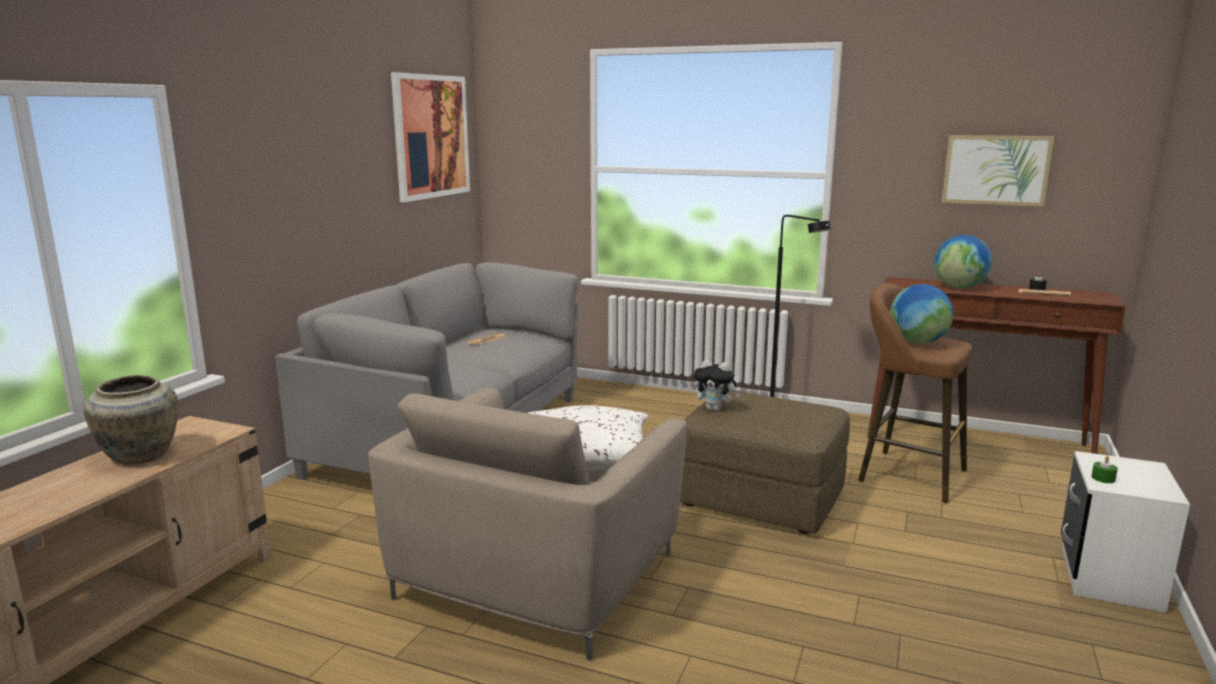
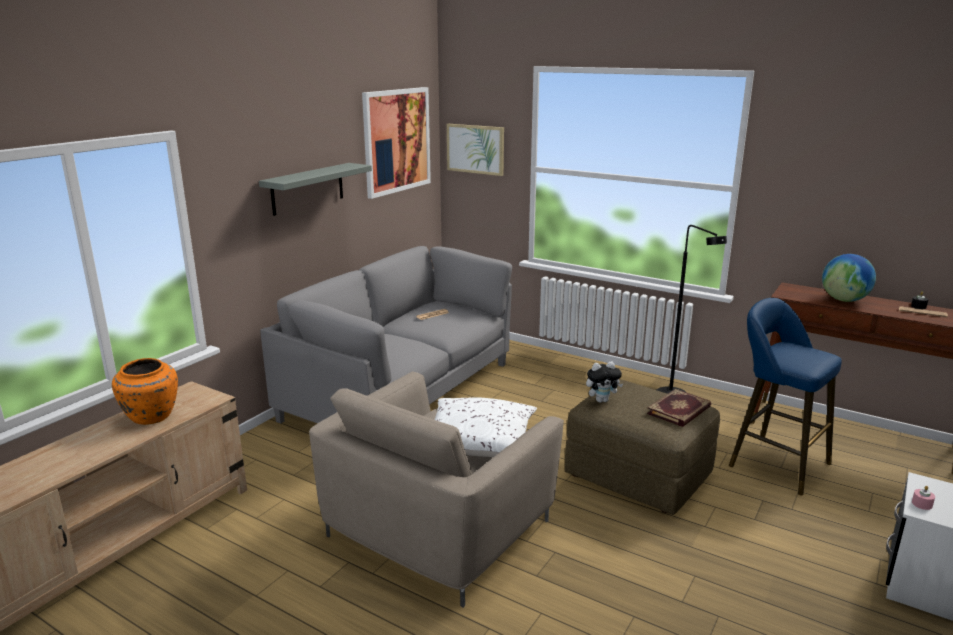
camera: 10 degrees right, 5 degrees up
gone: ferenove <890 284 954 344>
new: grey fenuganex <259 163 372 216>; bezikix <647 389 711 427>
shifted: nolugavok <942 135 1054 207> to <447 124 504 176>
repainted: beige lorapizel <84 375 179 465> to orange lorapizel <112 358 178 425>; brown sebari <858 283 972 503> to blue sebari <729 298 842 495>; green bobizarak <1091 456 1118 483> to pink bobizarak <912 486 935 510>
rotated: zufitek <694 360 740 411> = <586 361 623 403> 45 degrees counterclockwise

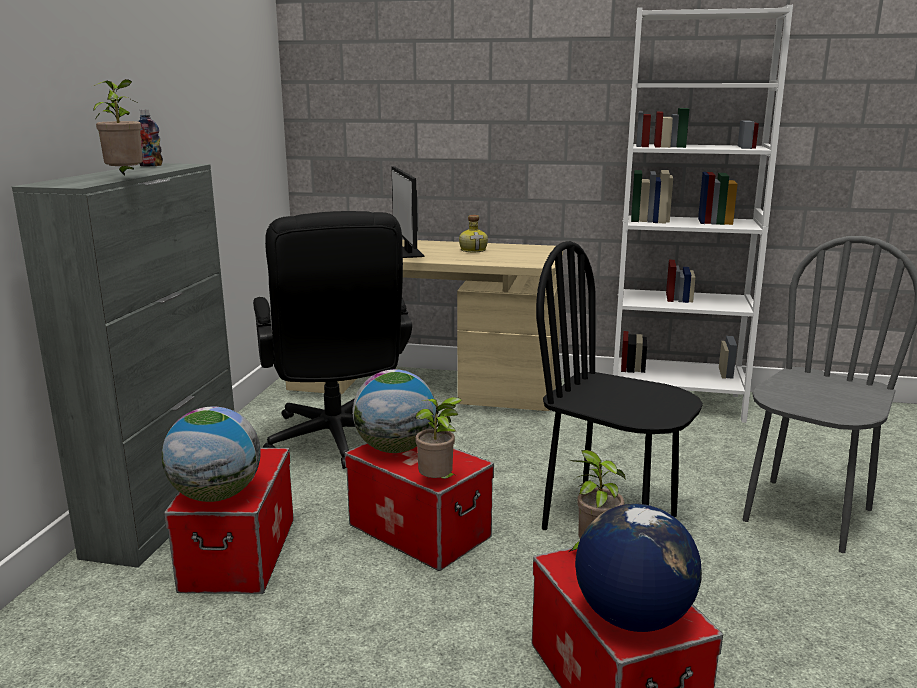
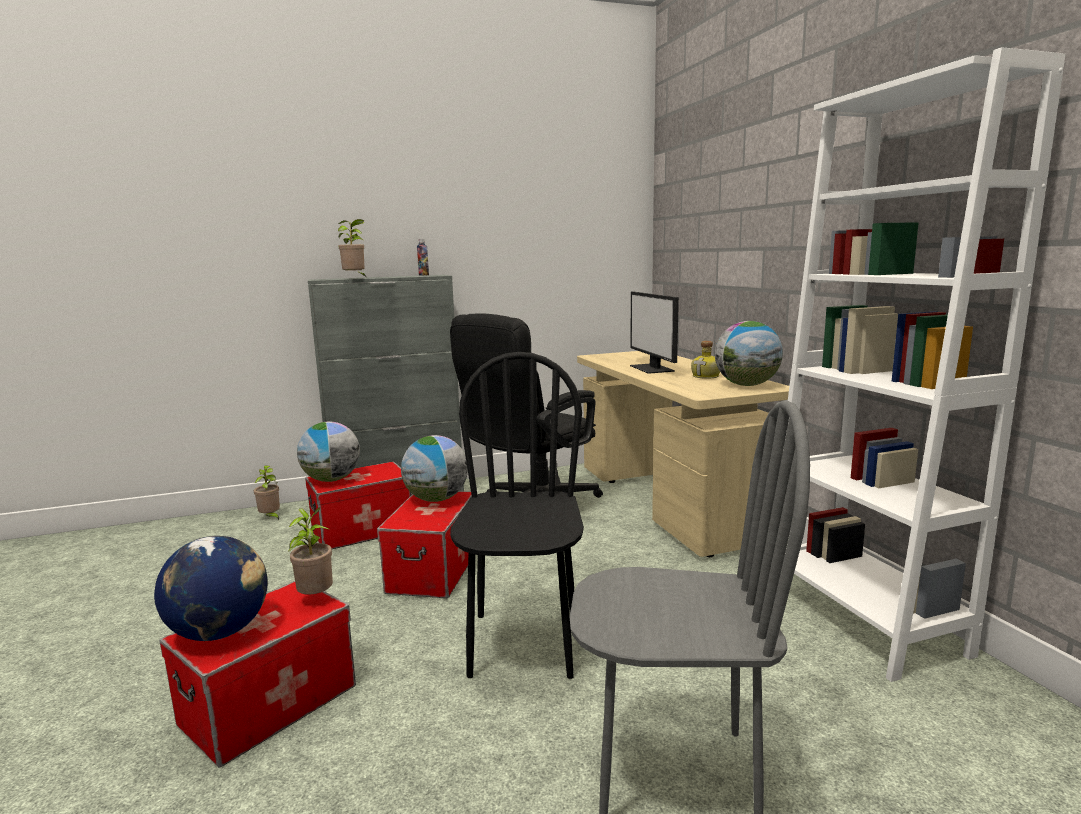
camera: 60 degrees right, 5 degrees down
new: ferenove <715 321 783 386>
shifted: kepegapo <415 397 462 479> to <254 465 280 520>
rotated: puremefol <391 166 424 258> = <630 291 679 374> 60 degrees counterclockwise

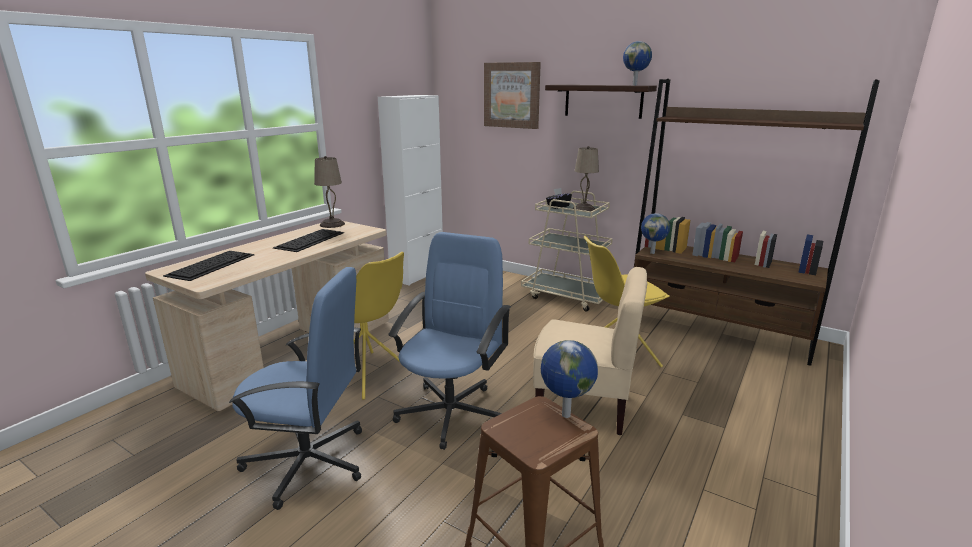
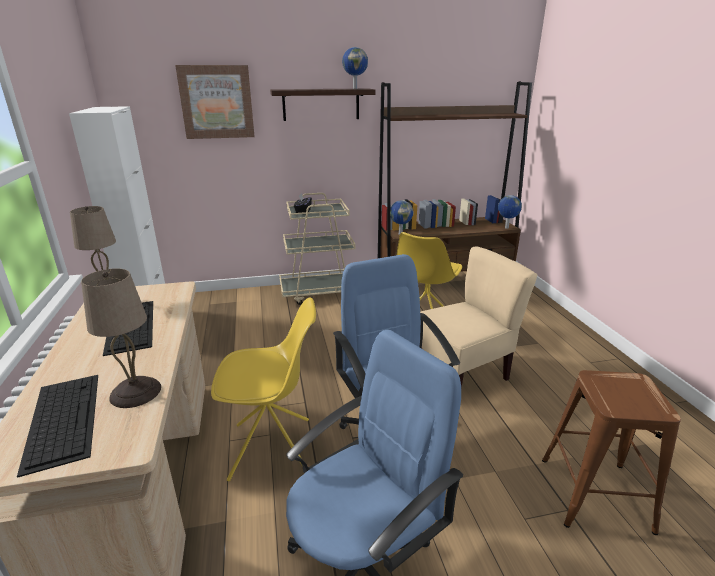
camera: 45 degrees left, 5 degrees up
shifted: ferenove <541 340 598 418> to <498 195 522 229>; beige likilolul <573 146 599 211> to <81 268 161 408>

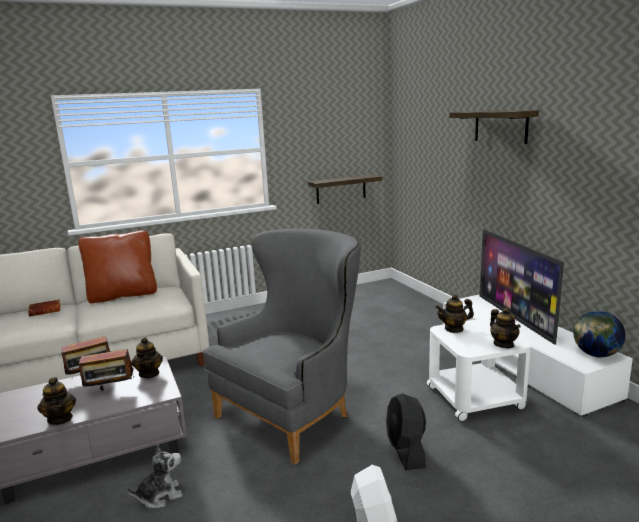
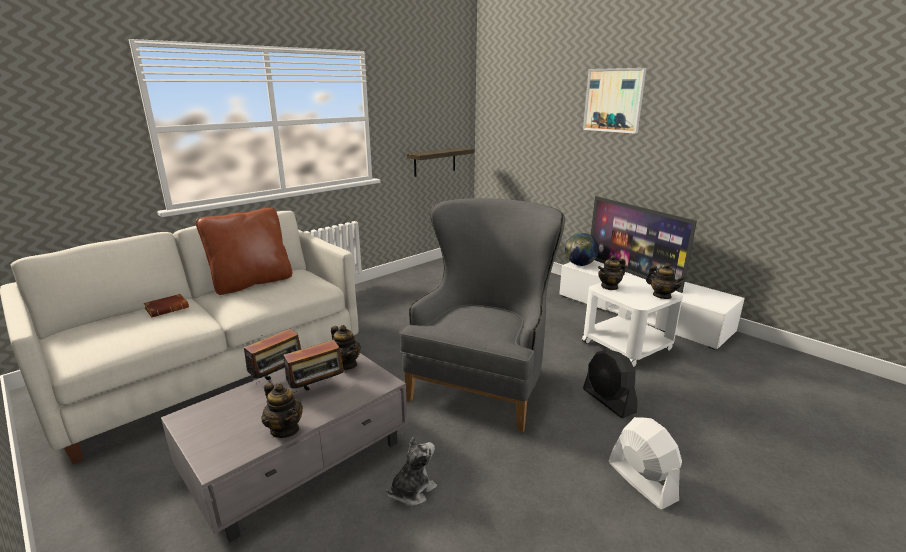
camera: 20 degrees left, 5 degrees up
shifted: ferenove <574 311 626 357> to <565 233 599 266>
swapped: fenuganex <449 110 539 144> to nolugavok <583 68 646 134>

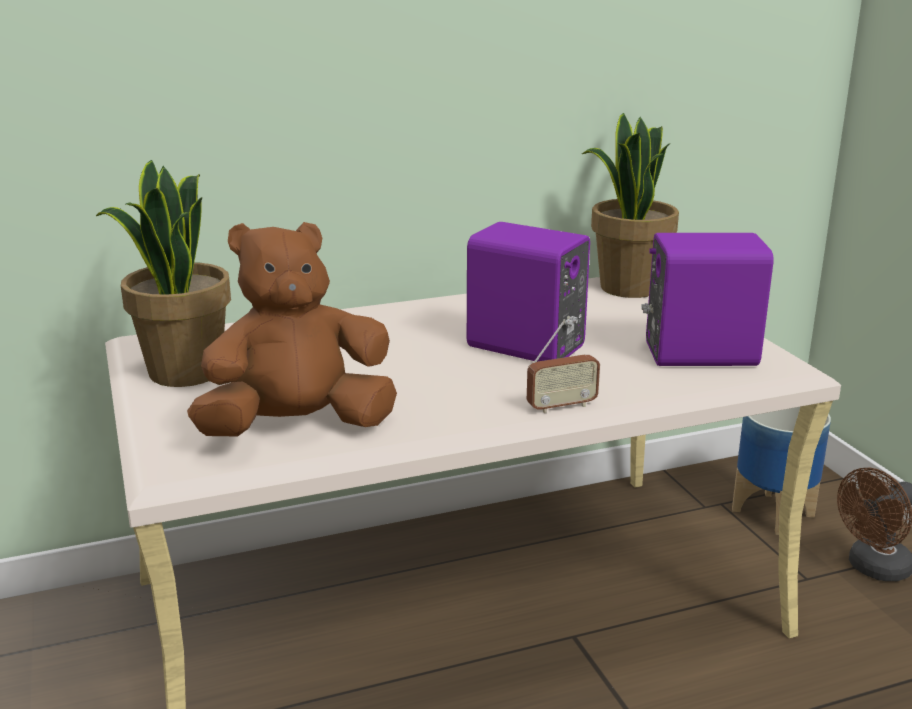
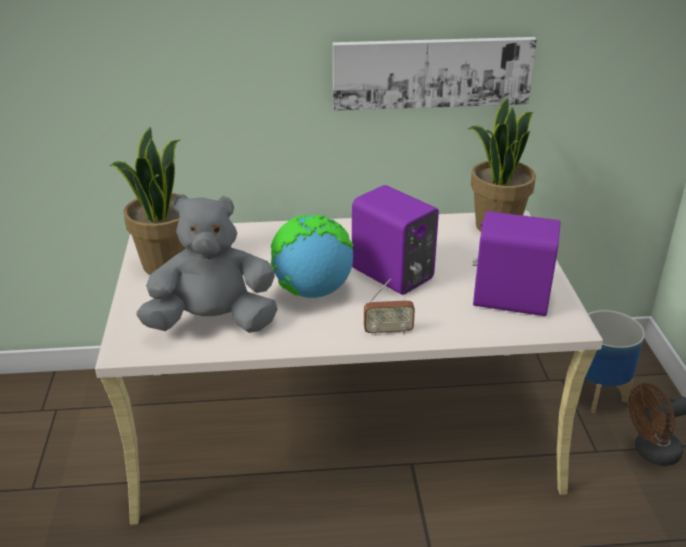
camera: 15 degrees right, 10 degrees up
new: ferenove <271 214 353 298>; nolugavok <333 37 537 111>
repainted: brown zufitek <187 222 397 436> to grey zufitek <136 194 278 333>

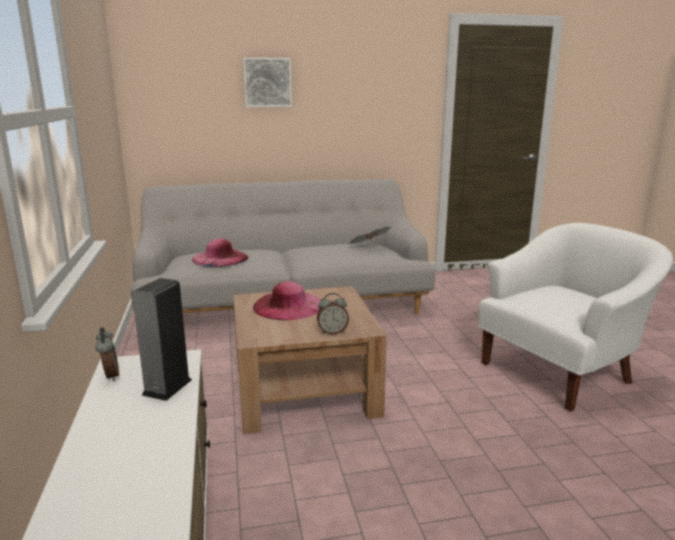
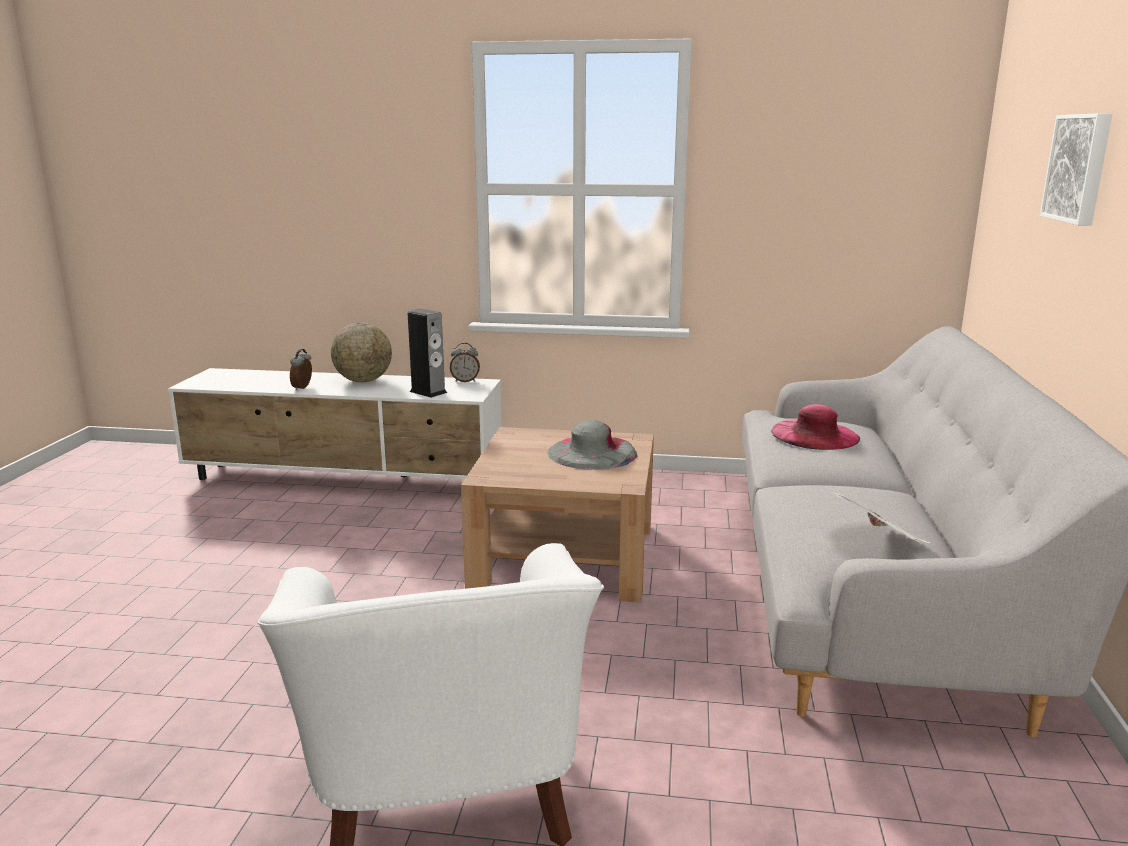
camera: 110 degrees right, 0 degrees up
new: ferenove <331 323 392 382>
shifted: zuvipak <317 293 349 335> to <290 349 312 391>
repainted: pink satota <253 281 321 320> to grey satota <547 420 637 469>

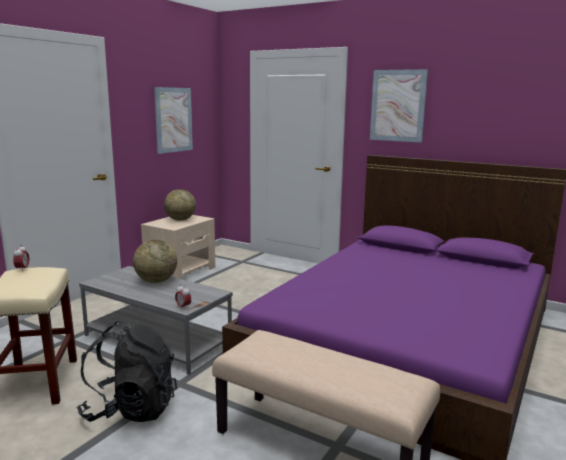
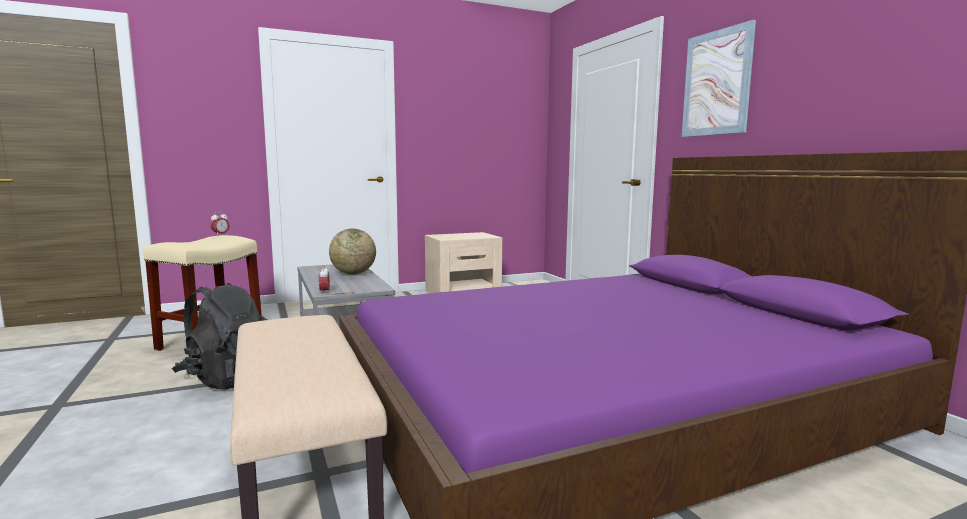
camera: 35 degrees right, 5 degrees down
gone: nolugavok <154 87 193 154>; ferenove <164 189 196 221>

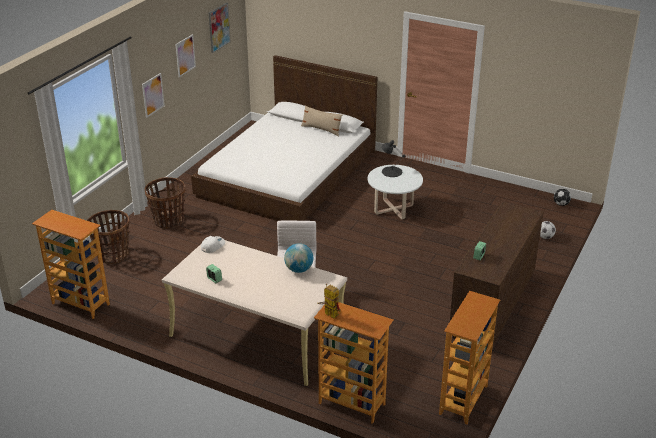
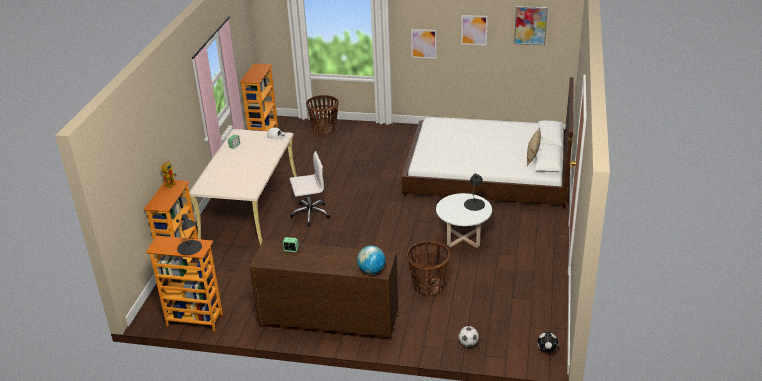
camera: 75 degrees right, 0 degrees up
new: black likilolul <176 214 202 255>
shifted: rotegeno <144 177 186 229> to <407 241 450 296>; ferenove <284 243 313 273> to <357 246 385 274>

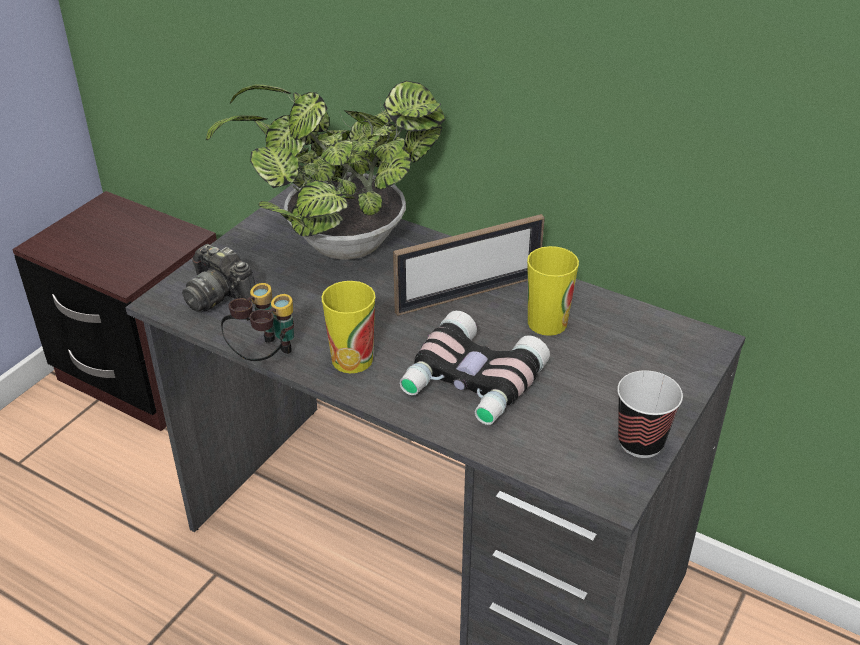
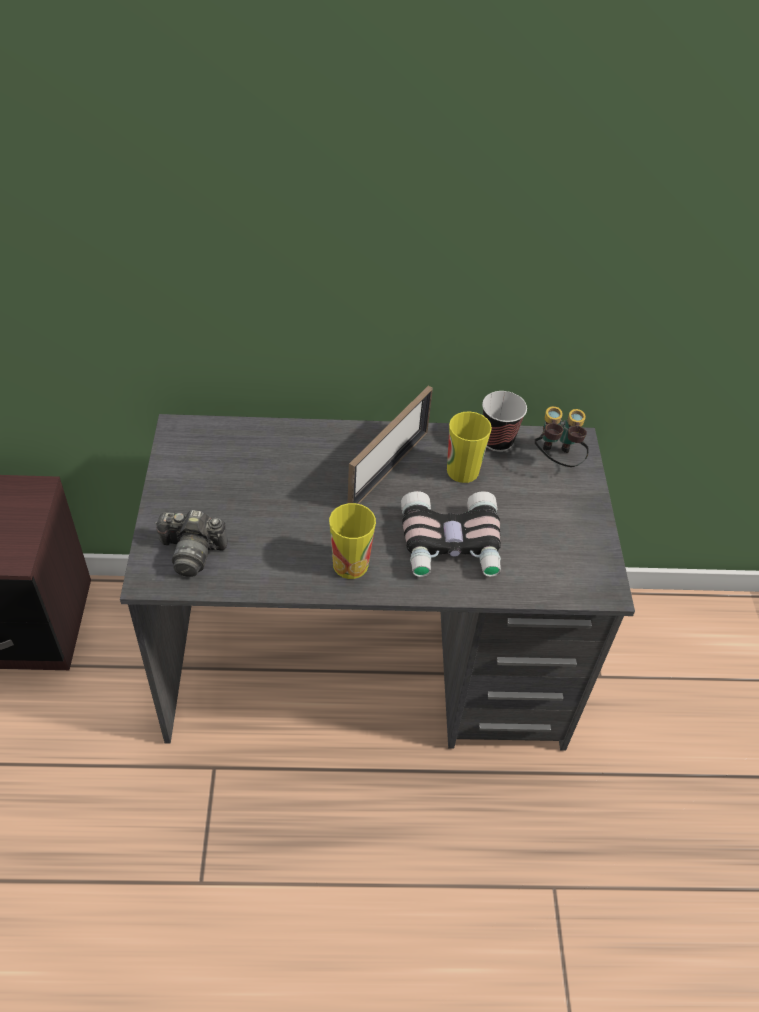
camera: 35 degrees left, 10 degrees up
gone: kepegapo <206 81 445 259>
shifted: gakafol <221 283 294 361> to <535 406 589 467>; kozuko <617 370 683 458> to <482 391 527 452>

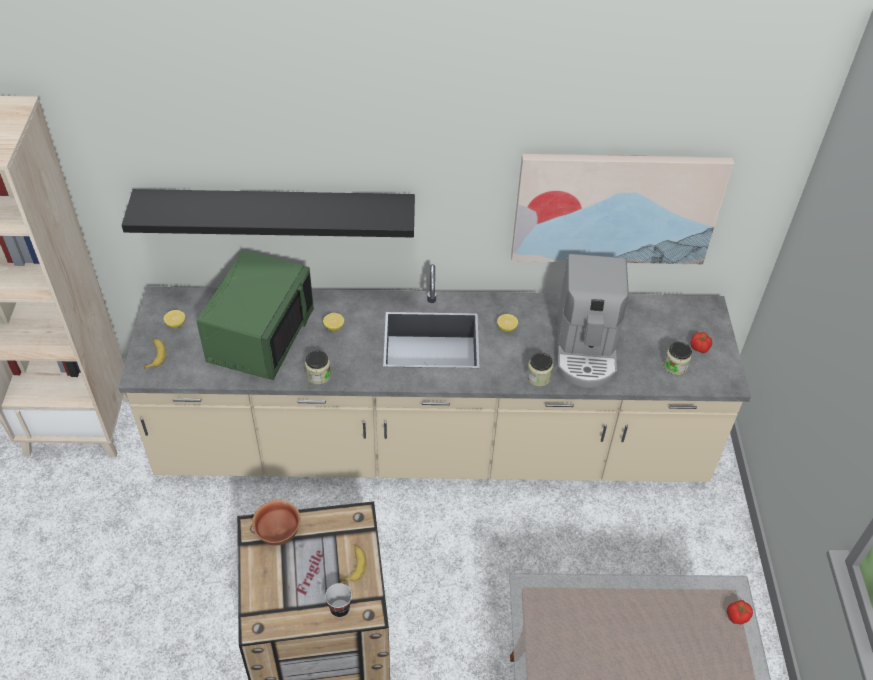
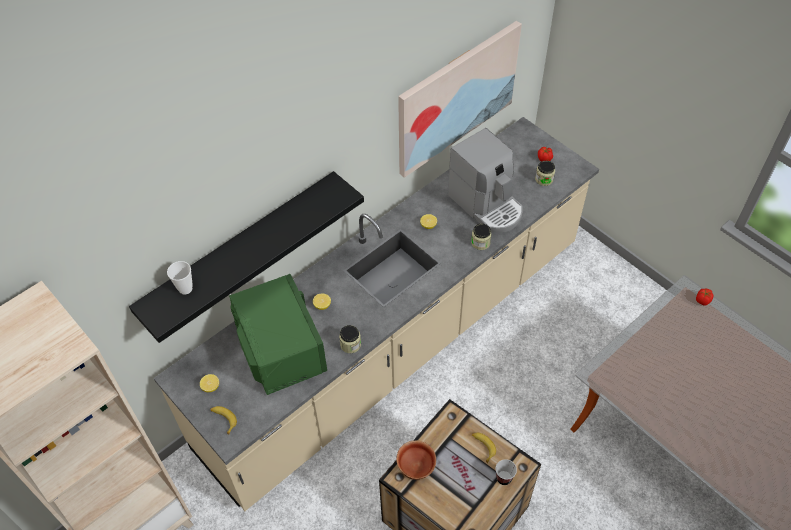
camera: 40 degrees left, 5 degrees up
new: kozuko <167 261 193 295>

